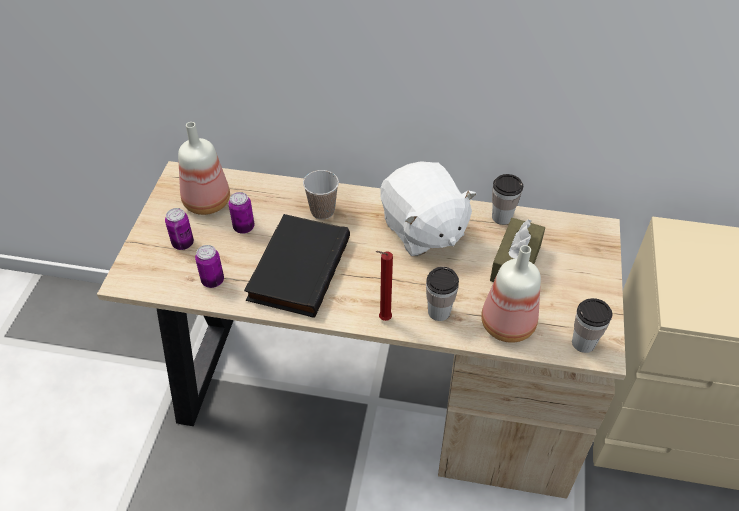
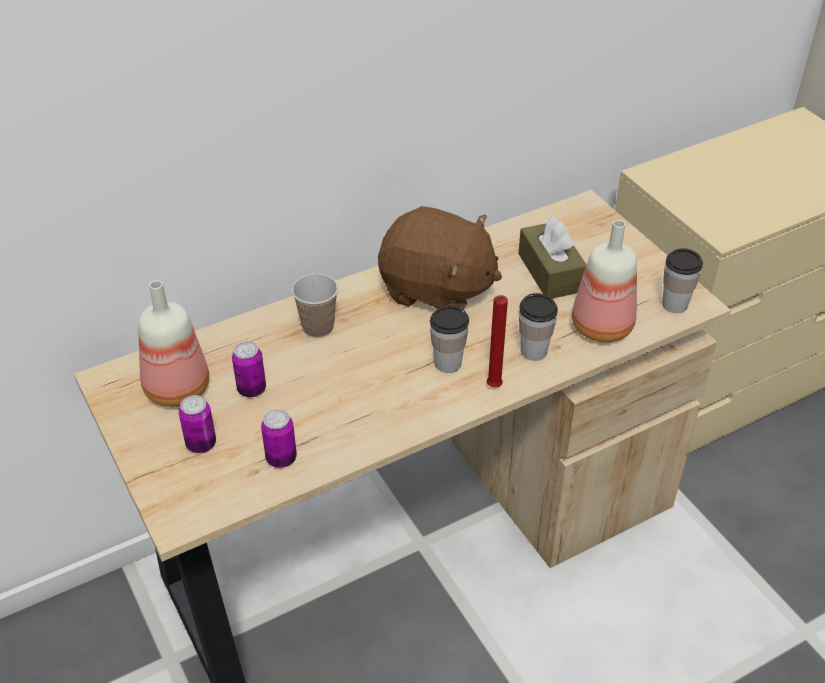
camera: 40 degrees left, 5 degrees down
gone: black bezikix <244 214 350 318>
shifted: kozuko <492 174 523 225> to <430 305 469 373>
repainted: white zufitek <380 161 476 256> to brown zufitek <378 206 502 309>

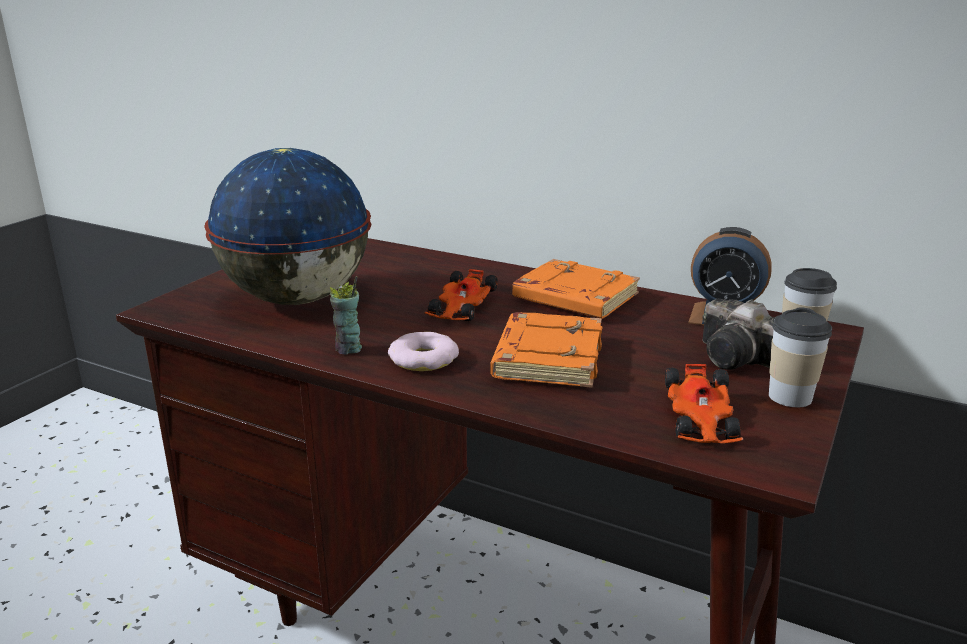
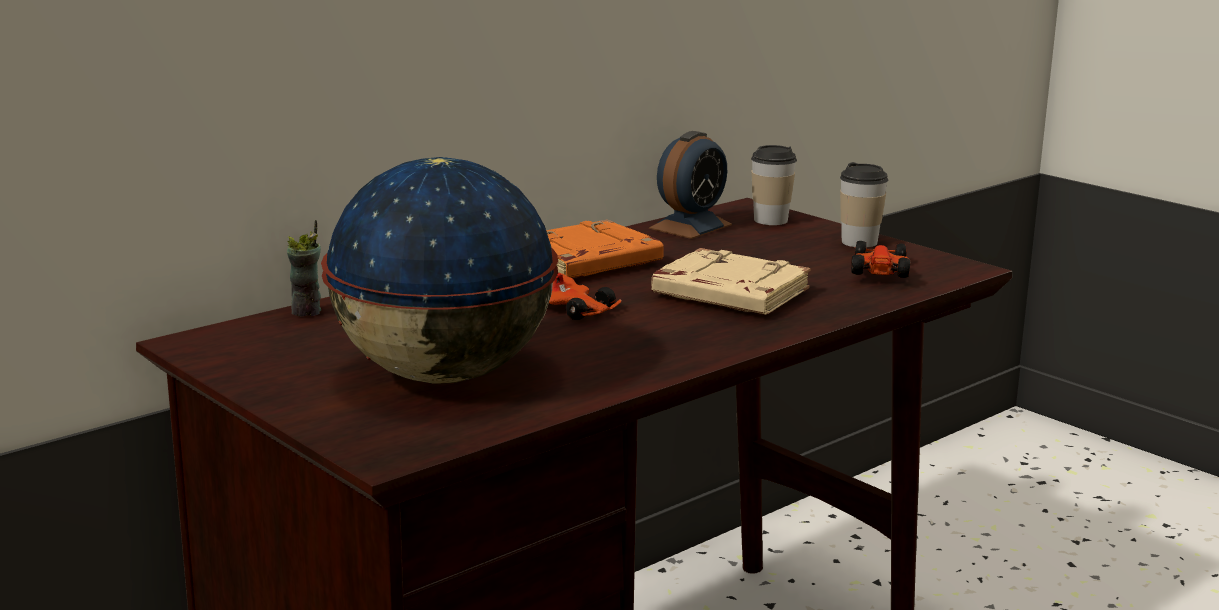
camera: 70 degrees left, 5 degrees down
gone: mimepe <388 332 459 371>; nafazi <702 299 777 370>
shifted: kozuko <330 276 362 355> to <287 220 321 317>
repainted: orange bezikix <490 312 602 388> to beige bezikix <651 248 811 315>
rotated: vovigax <665 364 744 443> = <851 241 911 278> 105 degrees counterclockwise

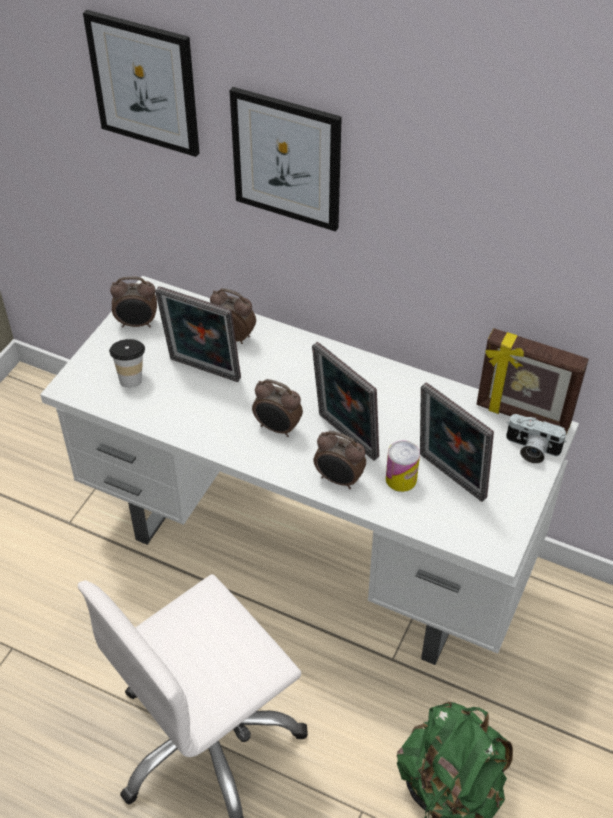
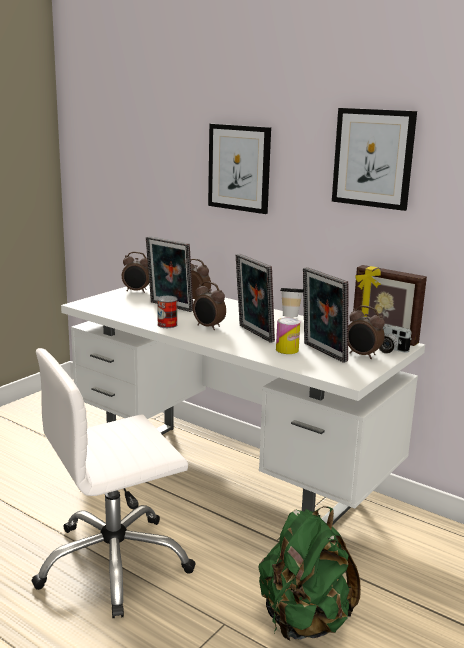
camera: 10 degrees right, 30 degrees down
new: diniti <157 296 177 328>
shifted: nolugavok <83 10 199 157> to <332 108 417 211>; kozuko <109 339 145 388> to <280 288 303 317>; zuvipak <314 431 366 489> to <348 305 385 359>

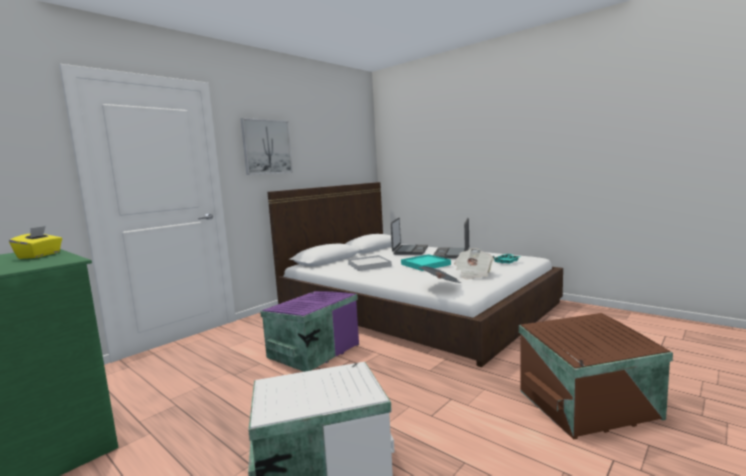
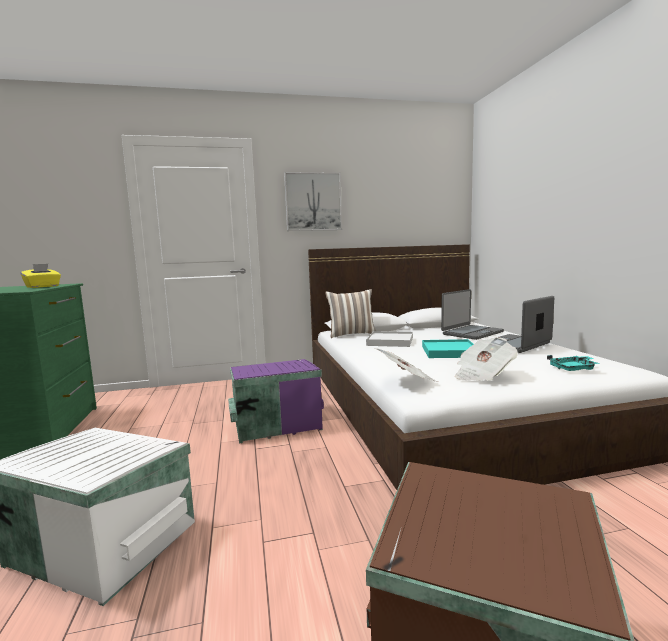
camera: 35 degrees right, 0 degrees up
new: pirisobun <325 289 376 338>

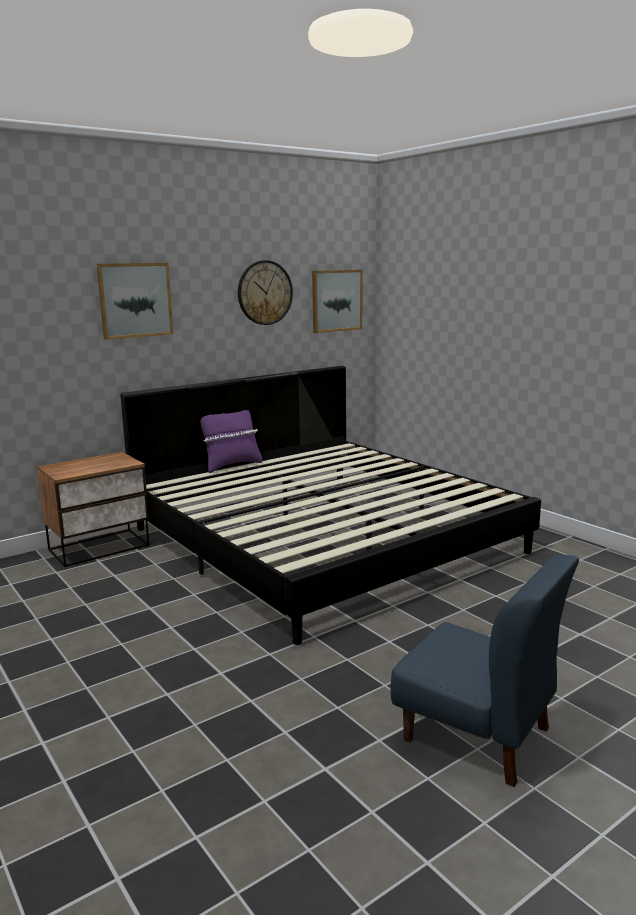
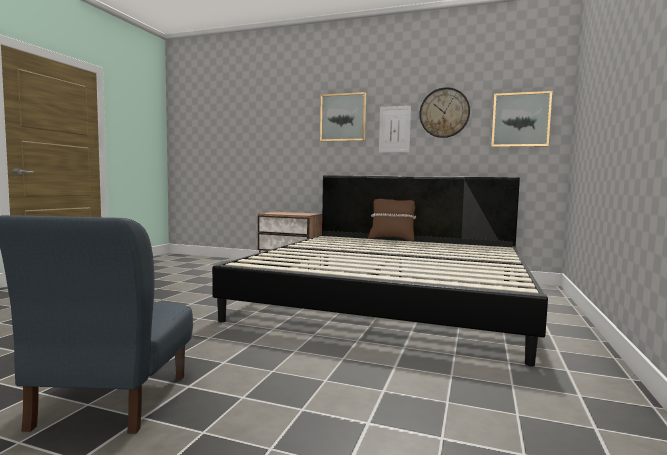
camera: 55 degrees right, 10 degrees down
new: nolugavok <379 106 411 153>
repainted: purple pirisobun <201 410 262 473> to brown pirisobun <368 199 416 242>

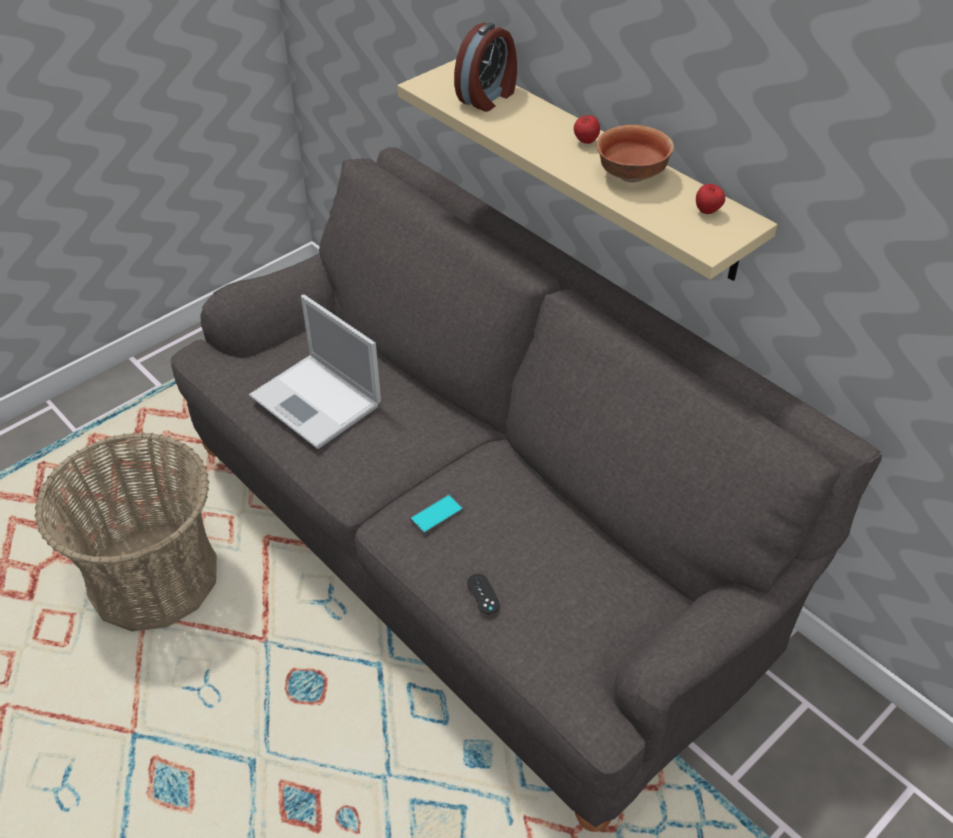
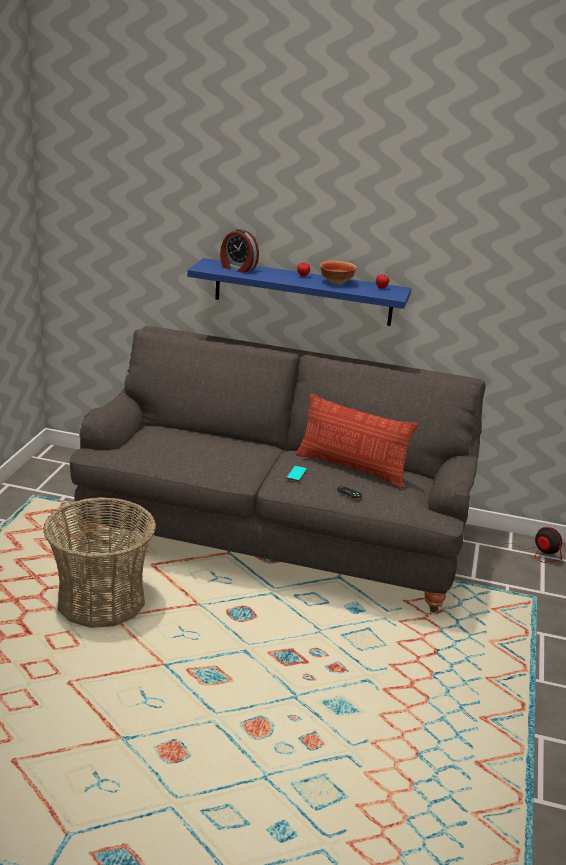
camera: 35 degrees left, 20 degrees down
gone: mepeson <249 295 381 449>
new: pirisobun <296 394 418 488>; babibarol <491 527 562 570>
repainted: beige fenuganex <397 59 778 281> to blue fenuganex <187 258 411 326>
rotated: zuvipak <454 23 517 112> = <220 229 259 273> 120 degrees clockwise

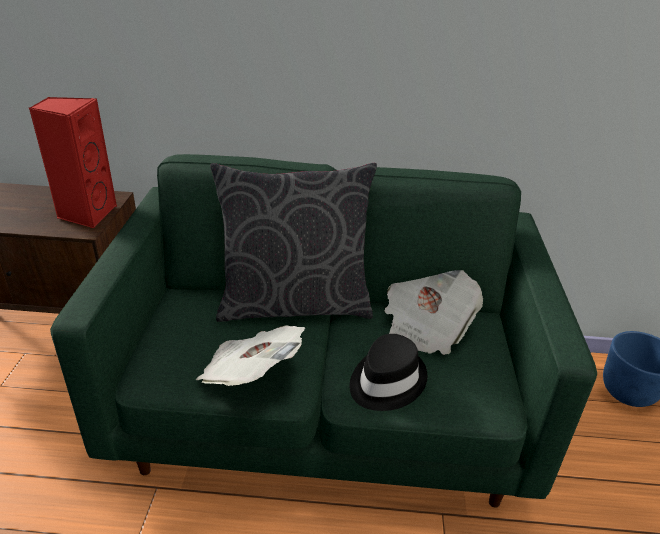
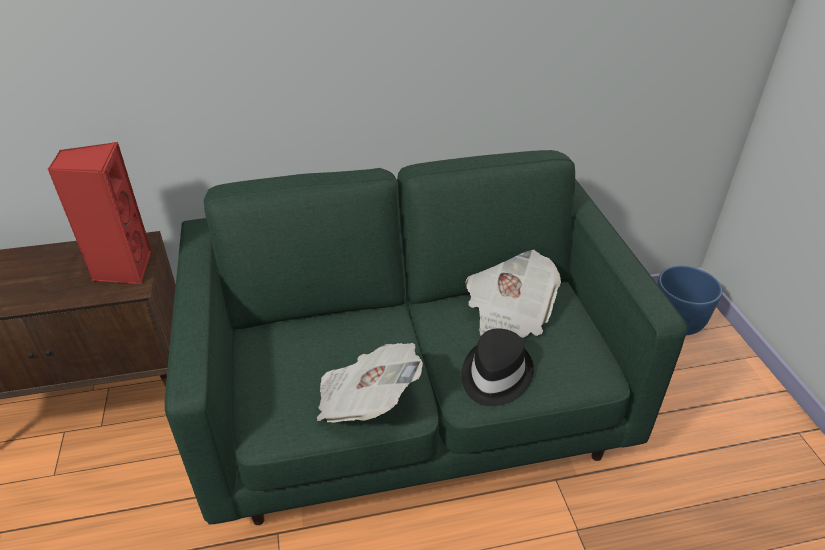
camera: 15 degrees left, 5 degrees up
gone: grey pirisobun <210 163 377 322>

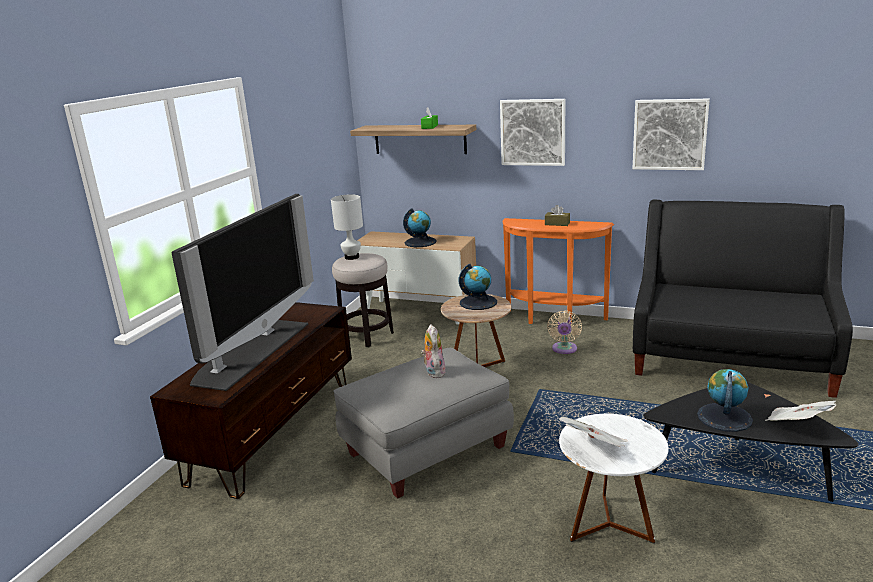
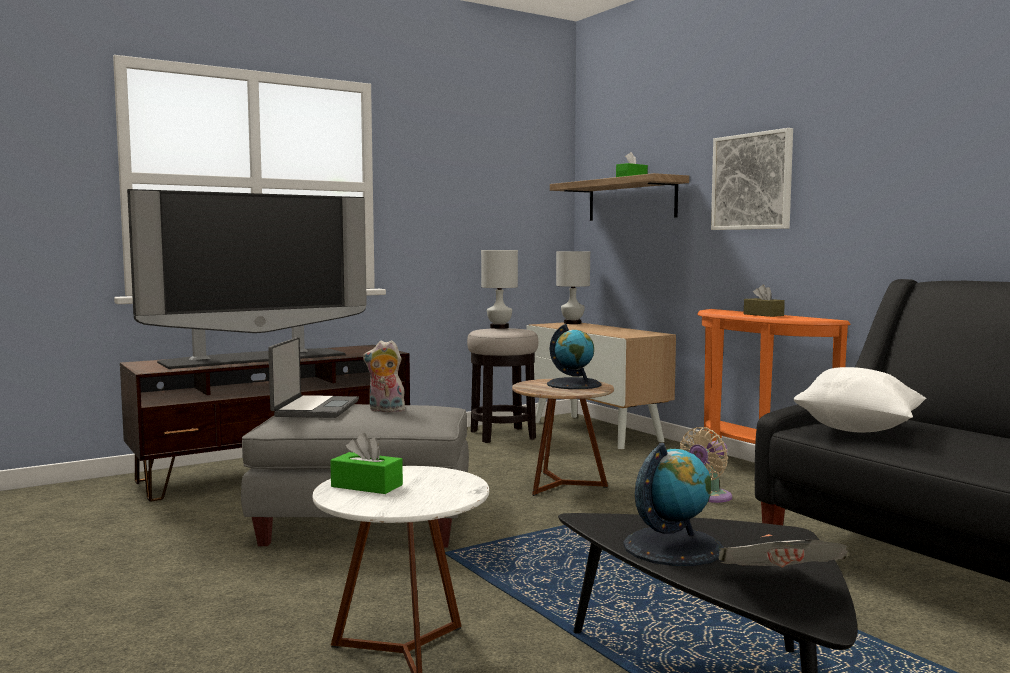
camera: 35 degrees right, 15 degrees down
gone: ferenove <403 208 437 247>; nolugavok <632 99 710 170>
new: mepeson <268 337 359 418>; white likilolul <556 251 590 324>; white pirisobun <794 367 926 432>
swapped: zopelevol <559 417 628 447> to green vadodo <330 433 403 494>
rotated: zufitek <421 325 447 378> = <363 340 406 412> 105 degrees counterclockwise

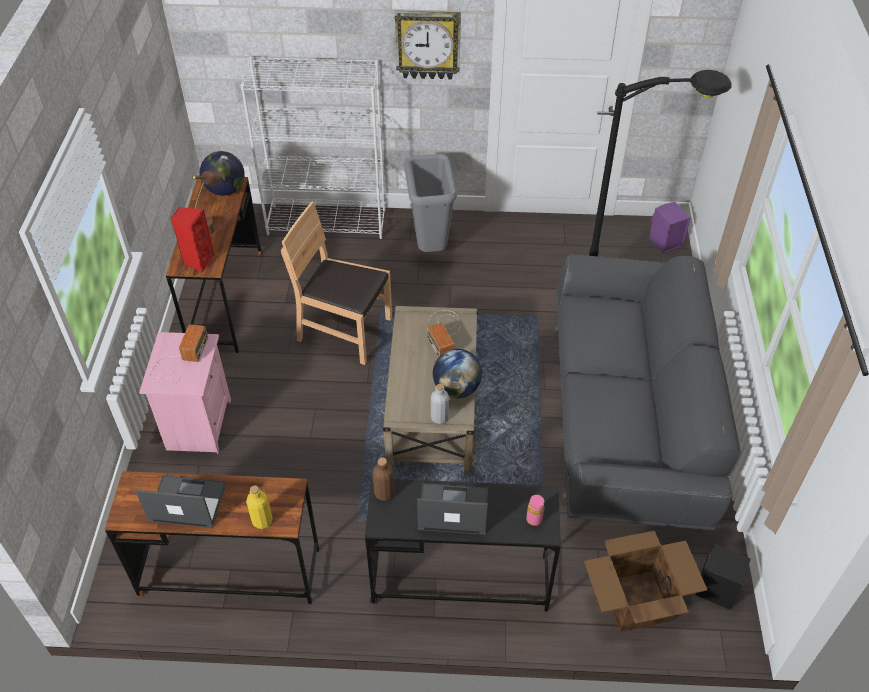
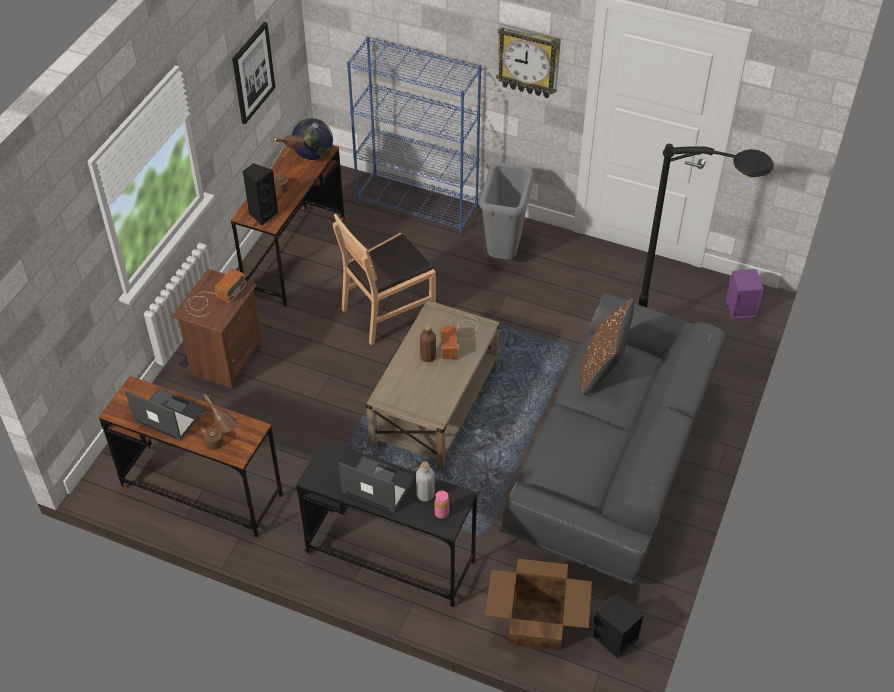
camera: 20 degrees right, 0 degrees up
gone: ferenove <432 349 482 398>
new: nolugavok <232 22 275 124>; brown pirisobun <581 298 634 395>
shifted: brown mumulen <372 457 395 501> to <420 325 436 362>; grey mumulen <431 384 449 424> to <416 461 435 501>
swapped: yellow mumulen <246 486 272 529> to brown likilolul <198 393 238 450>
repainted: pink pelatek <139 332 231 454> to brown pelatek <172 269 263 390>; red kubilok <171 207 214 273> to black kubilok <242 163 279 225>; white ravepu <240 57 386 239> to blue ravepu <347 36 482 234>
rotated: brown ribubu <281 201 392 365> = <333 214 436 345> 75 degrees counterclockwise

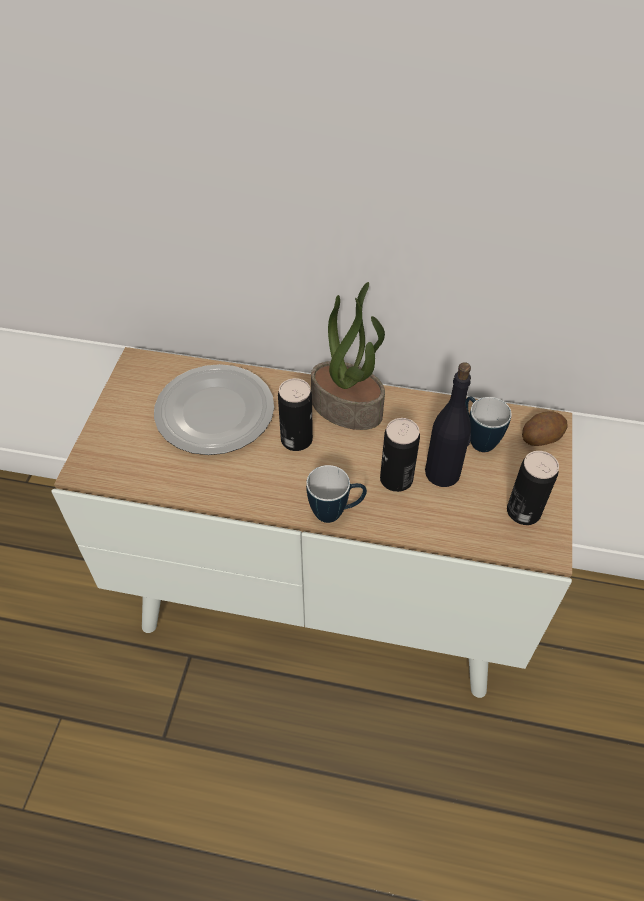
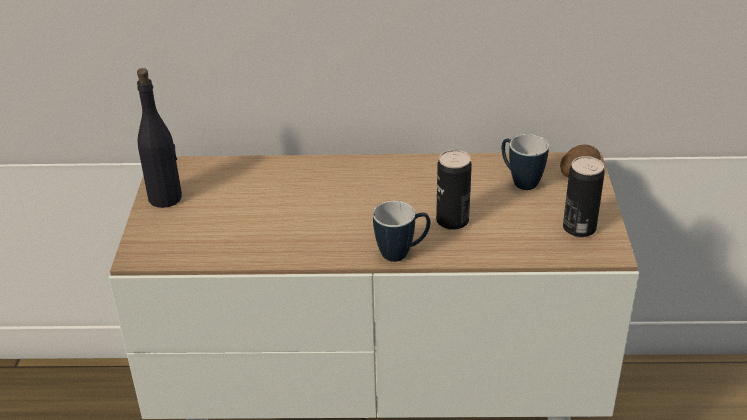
camera: 10 degrees left, 15 degrees down
gone: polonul <154 364 274 455>; diniti <278 378 313 451>; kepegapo <311 282 385 430>
shifted: black mumulen <425 362 471 487> to <137 68 182 208>

